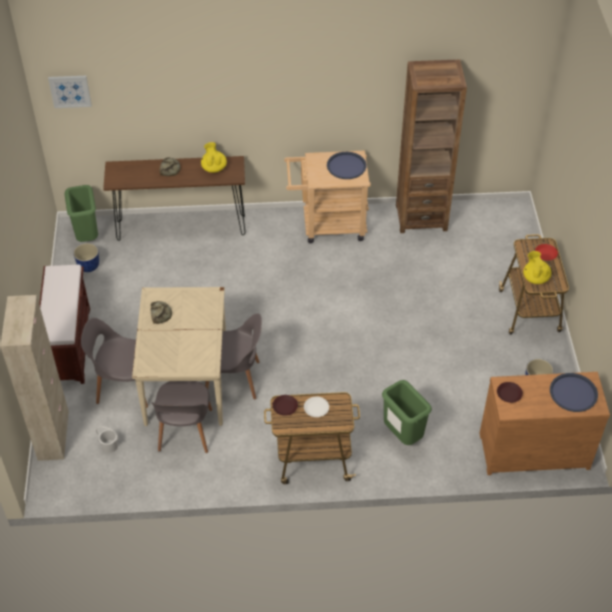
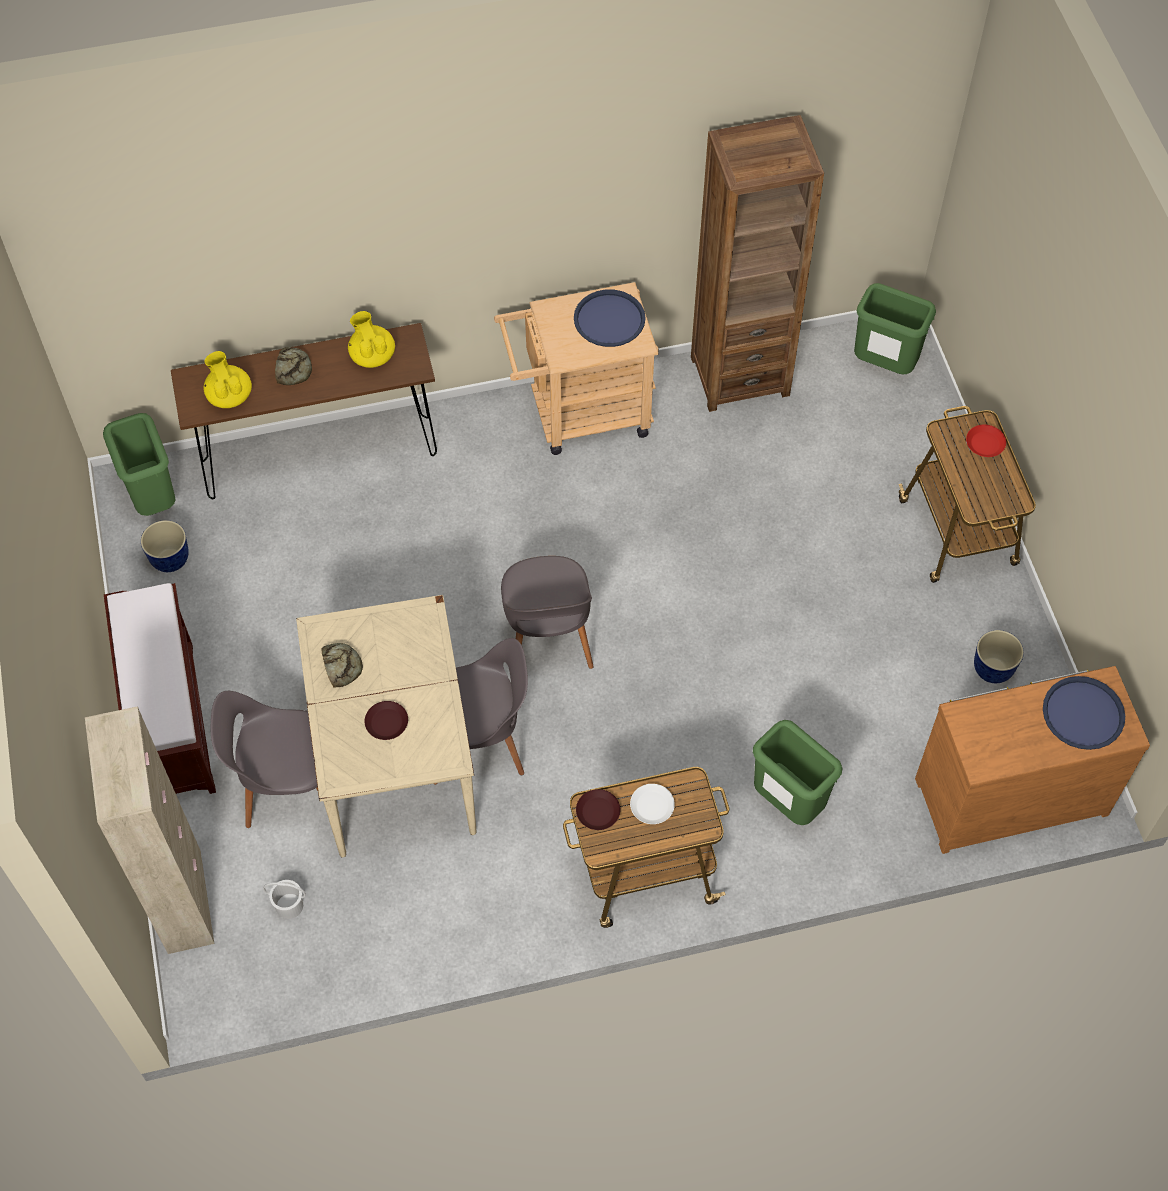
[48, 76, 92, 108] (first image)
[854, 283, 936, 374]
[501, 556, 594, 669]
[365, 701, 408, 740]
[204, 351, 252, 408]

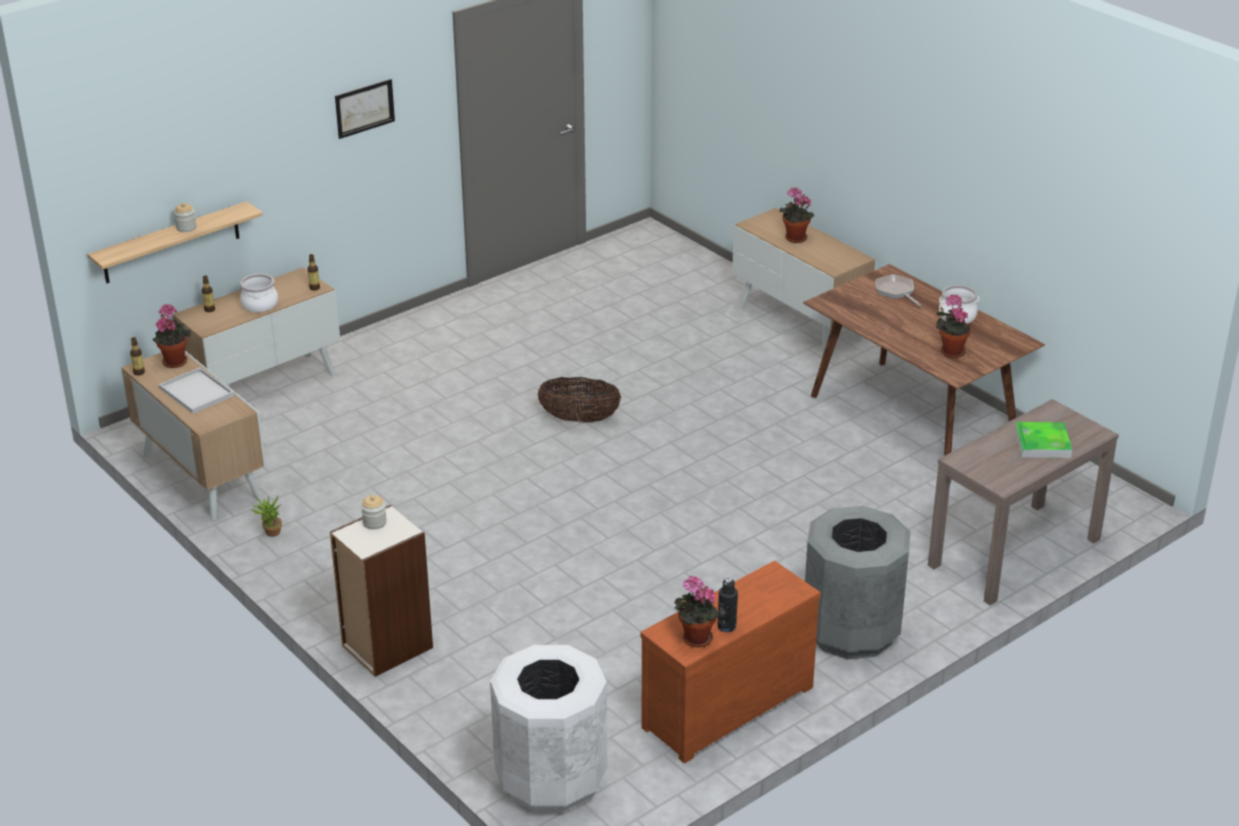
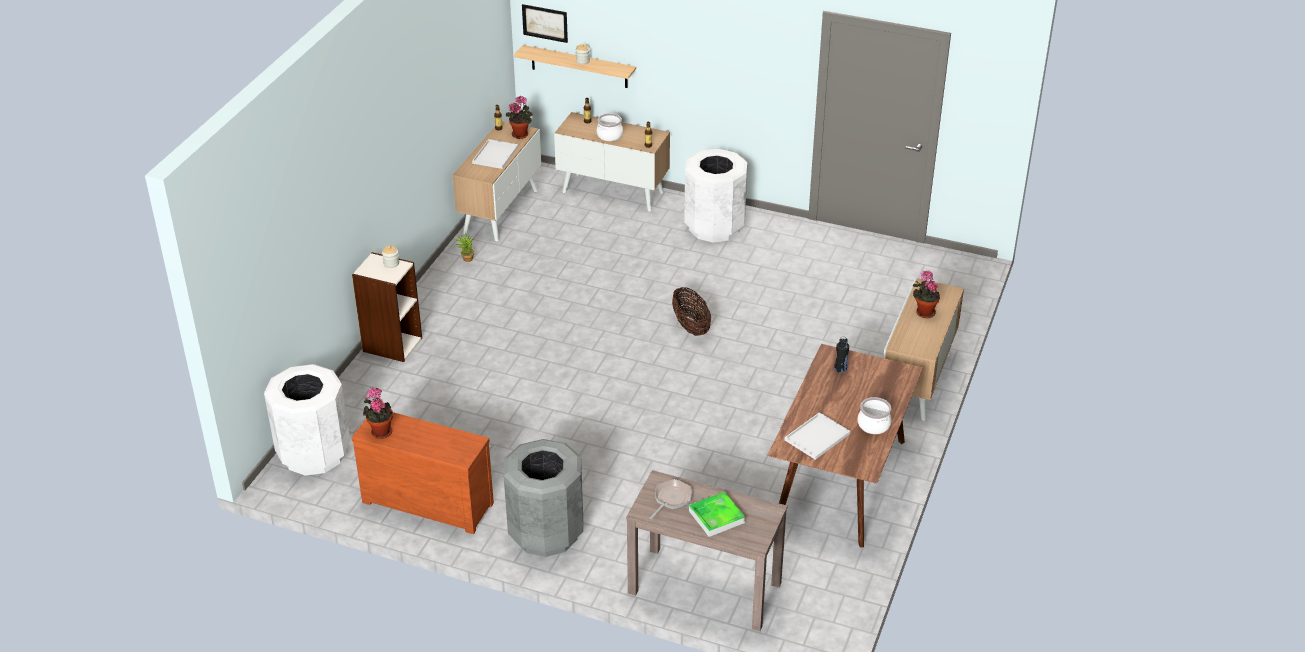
[684, 149, 747, 243]
[522, 4, 568, 43]
[834, 337, 849, 373]
[650, 479, 692, 519]
[785, 412, 850, 460]

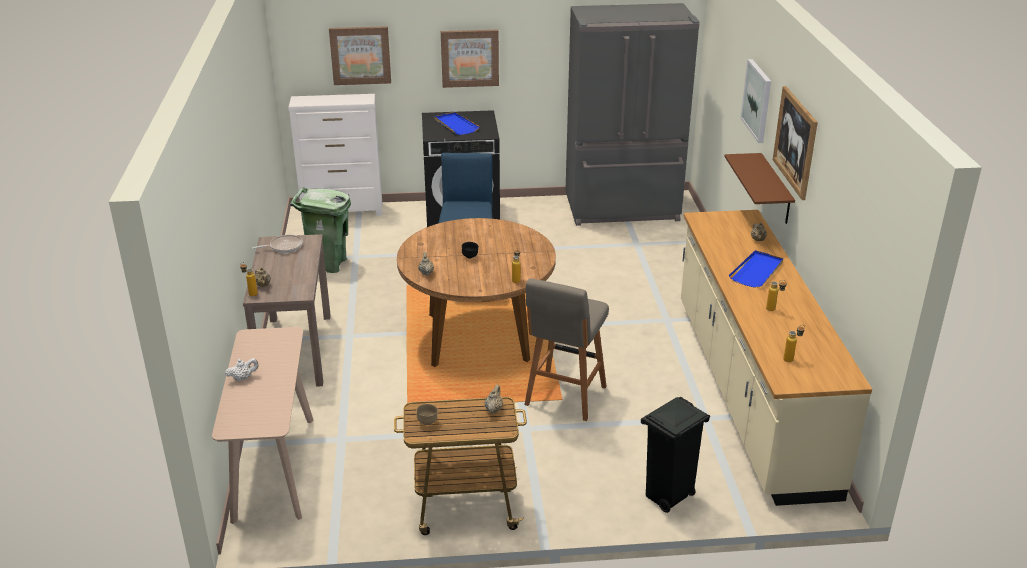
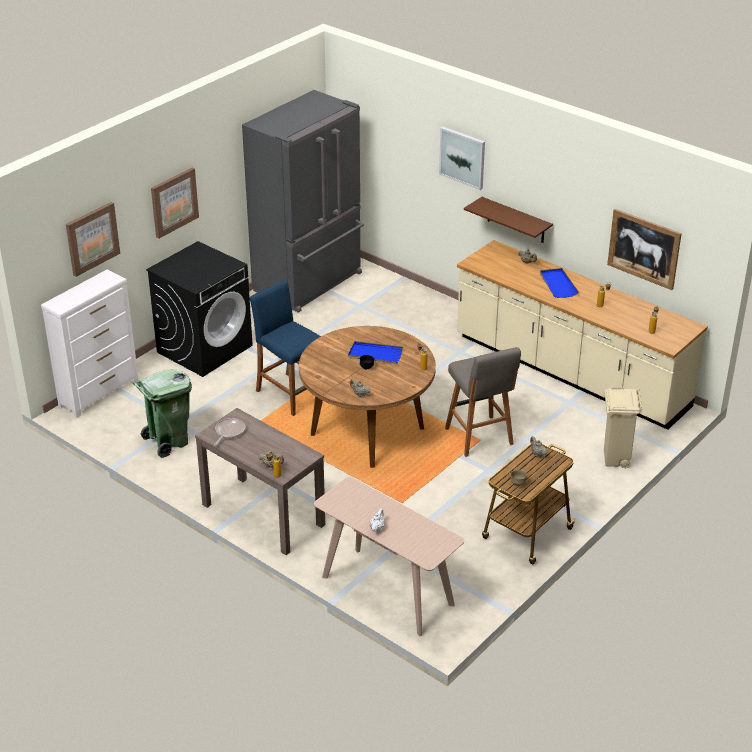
[348, 341, 403, 364]
[607, 209, 682, 290]
[604, 387, 642, 468]

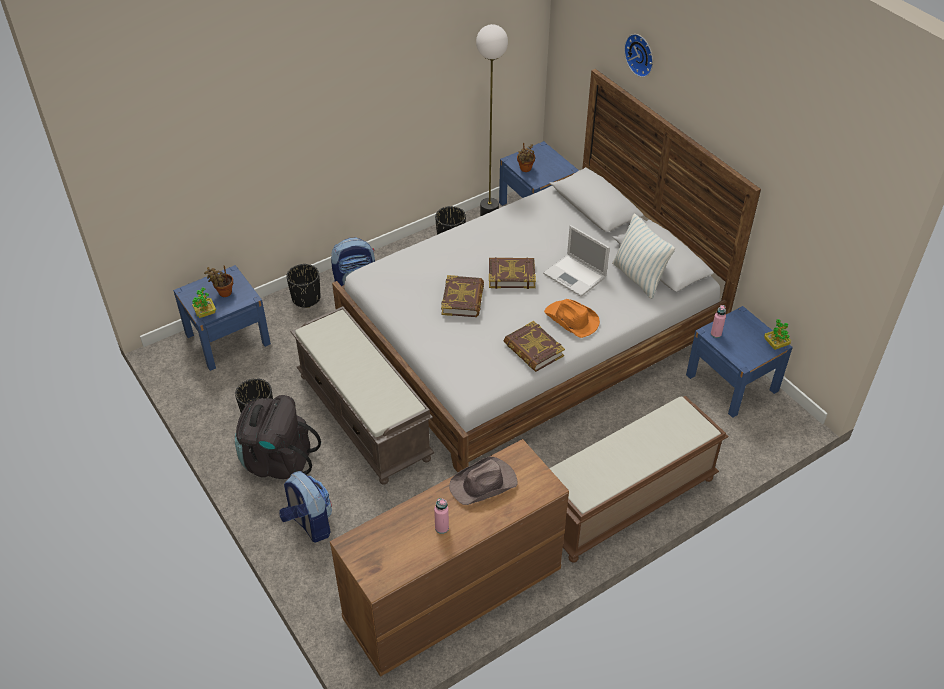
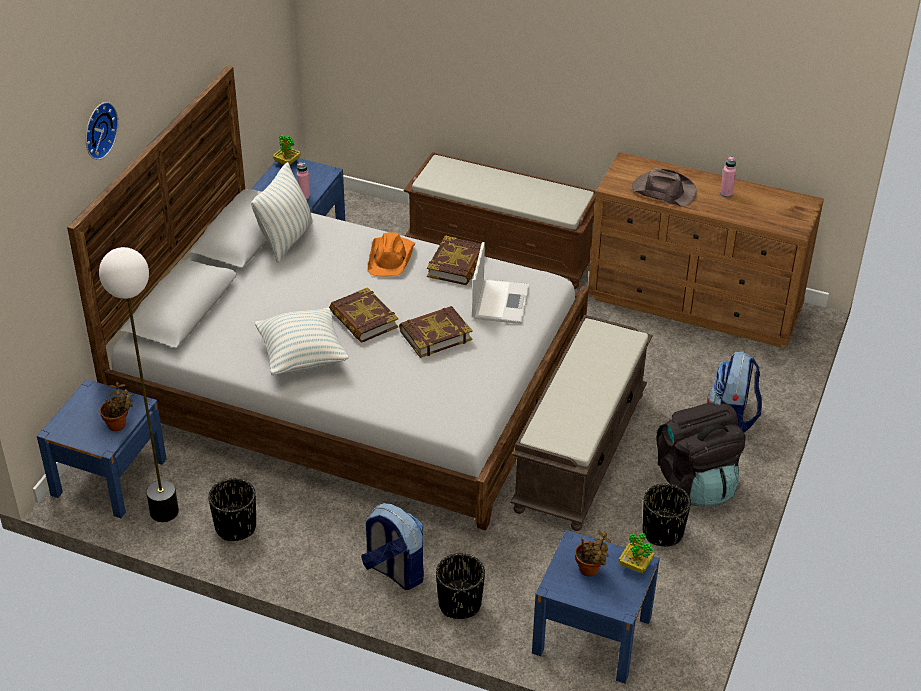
[255, 308, 349, 375]
[472, 242, 530, 324]

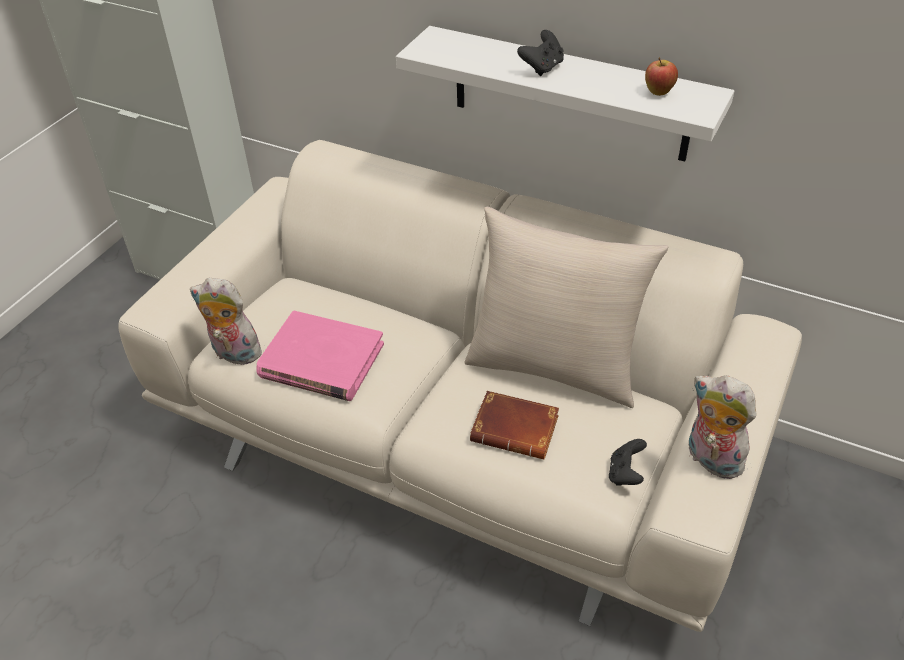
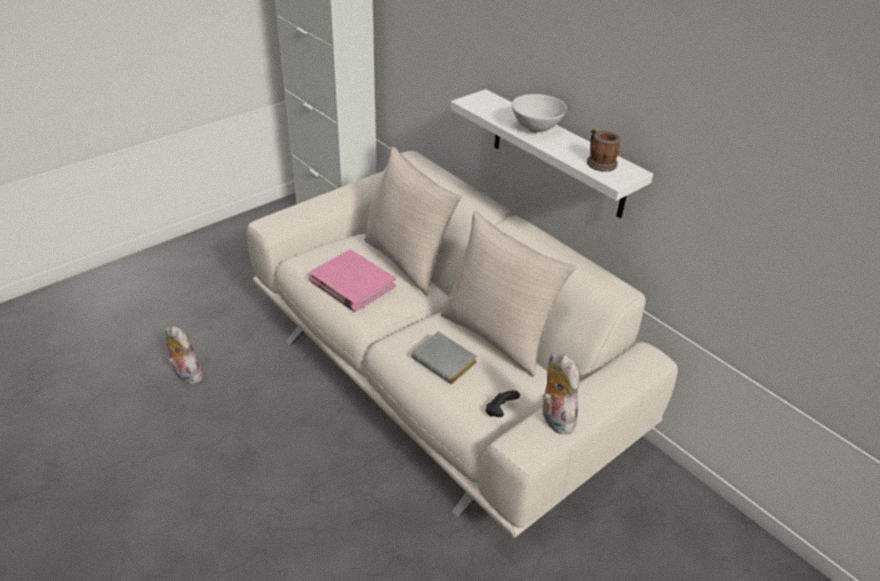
[364, 147, 462, 296]
[166, 326, 203, 384]
[512, 94, 567, 133]
[587, 129, 620, 171]
[412, 332, 478, 384]

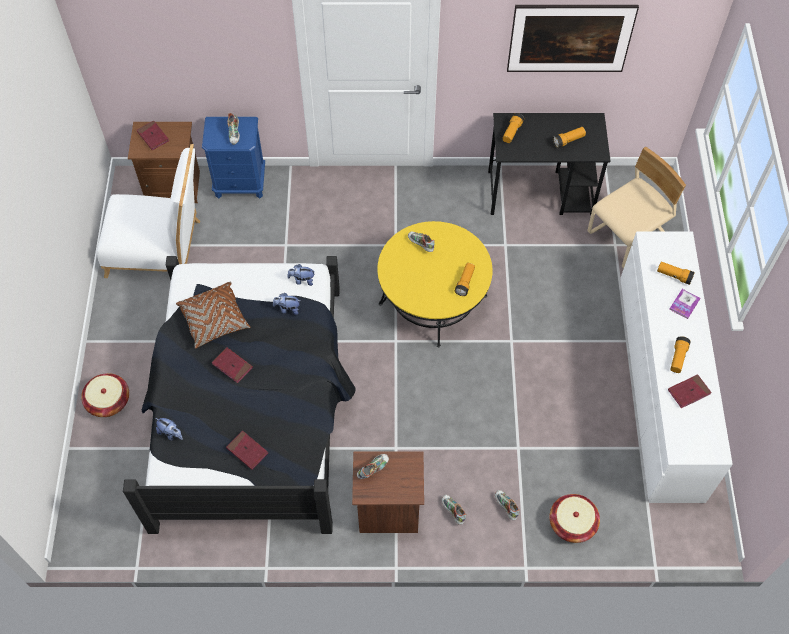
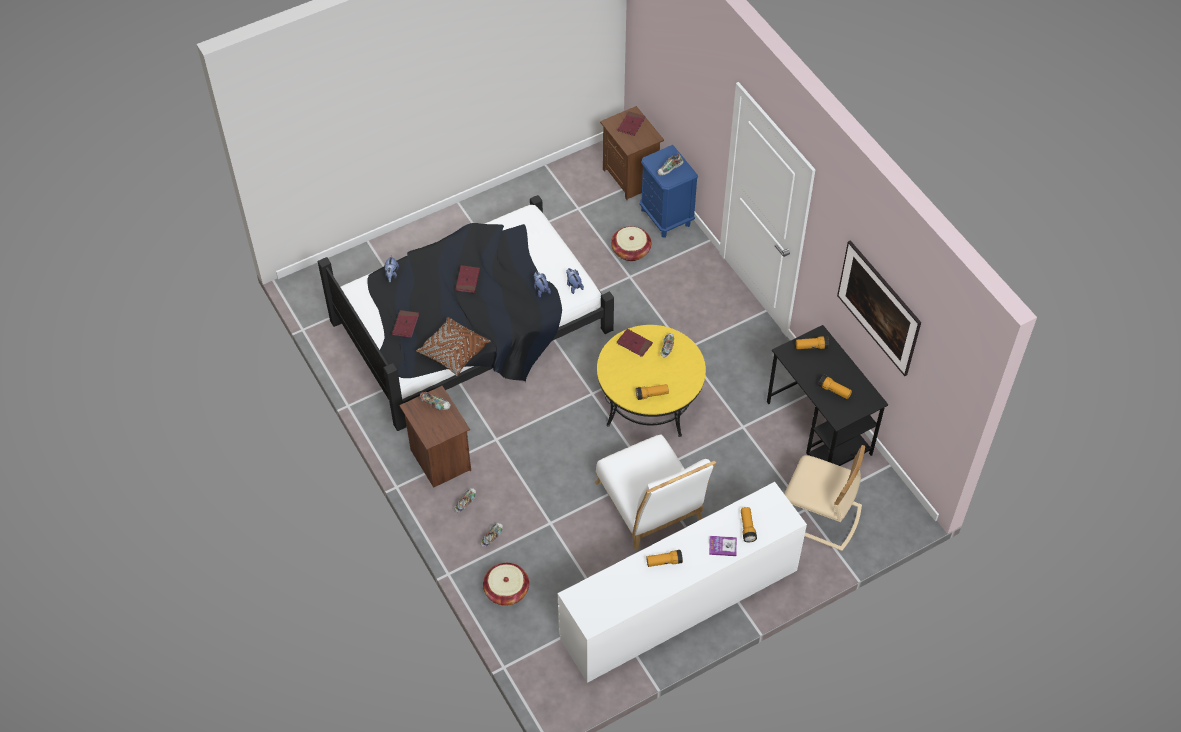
[611, 226, 651, 261]
[595, 434, 716, 550]
[416, 317, 491, 376]
[617, 329, 653, 357]

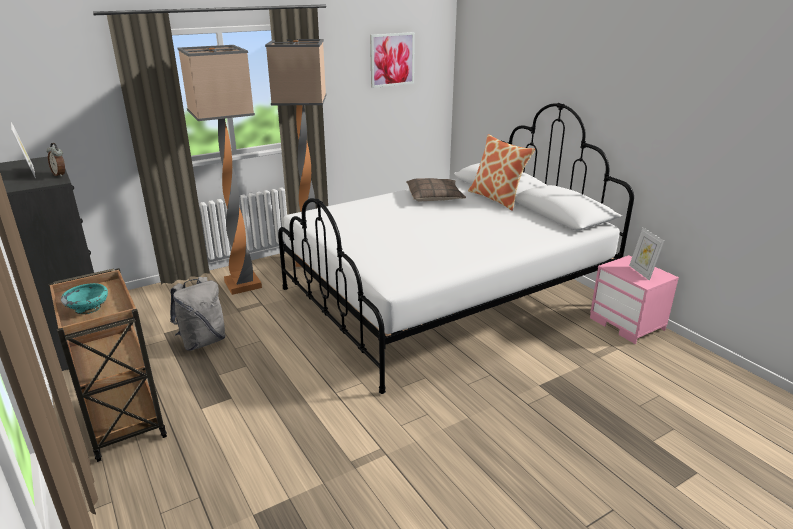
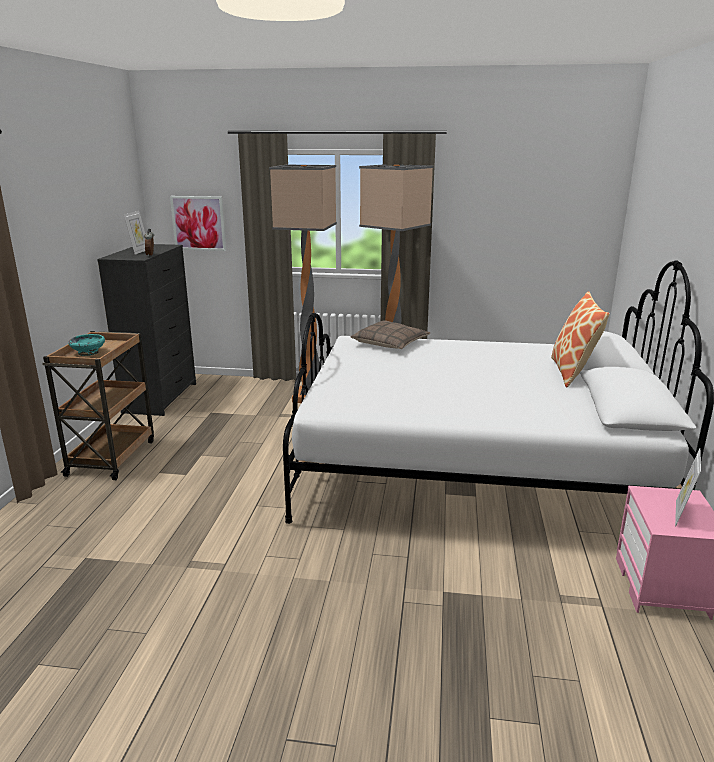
[170, 277, 226, 351] (first image)
[170, 196, 226, 251]
[350, 321, 430, 349]

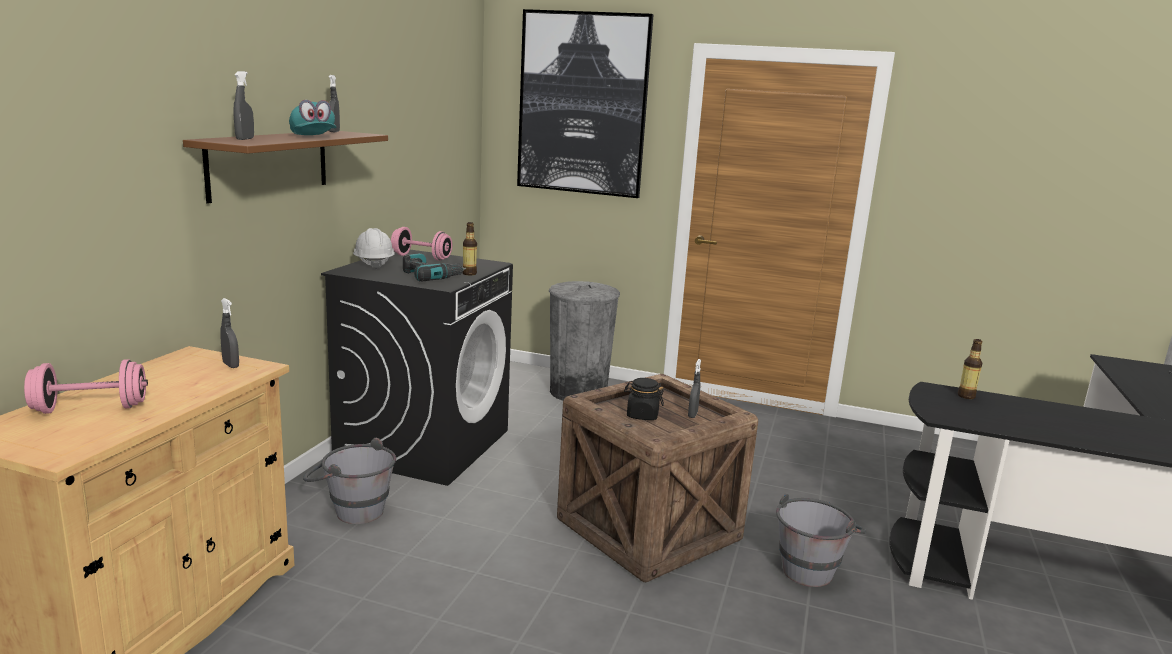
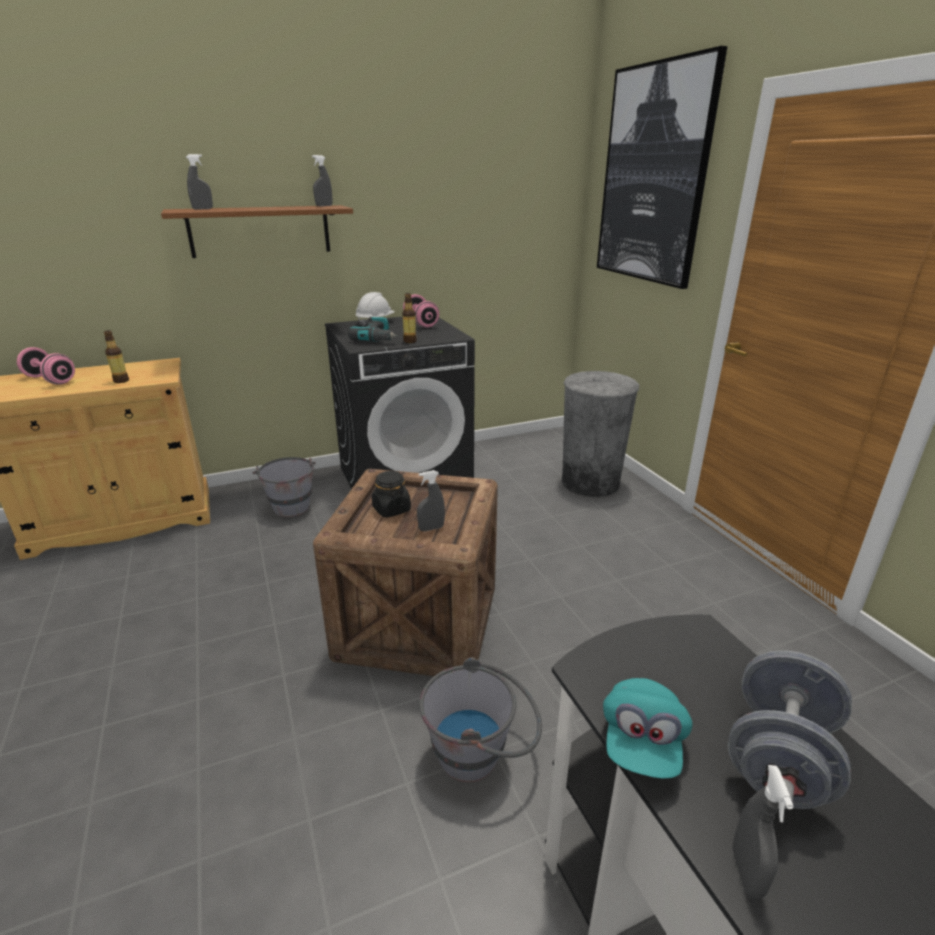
[728, 651, 852, 809]
[732, 765, 794, 900]
[603, 678, 692, 778]
[104, 330, 129, 383]

